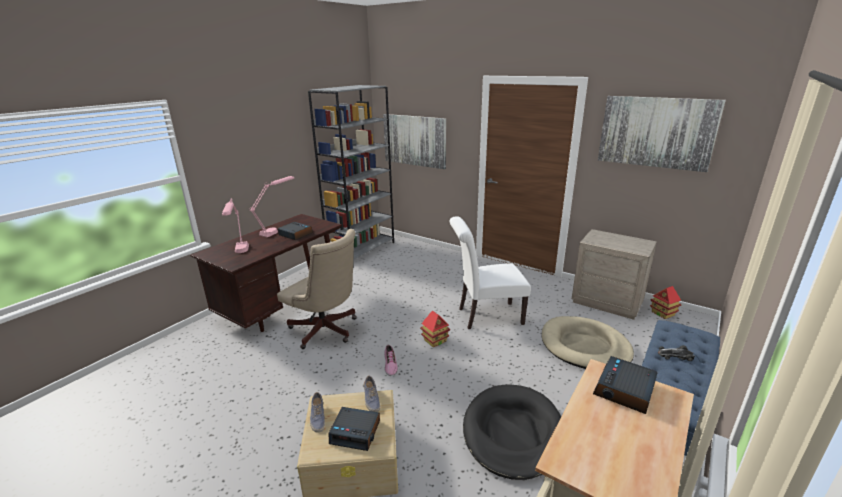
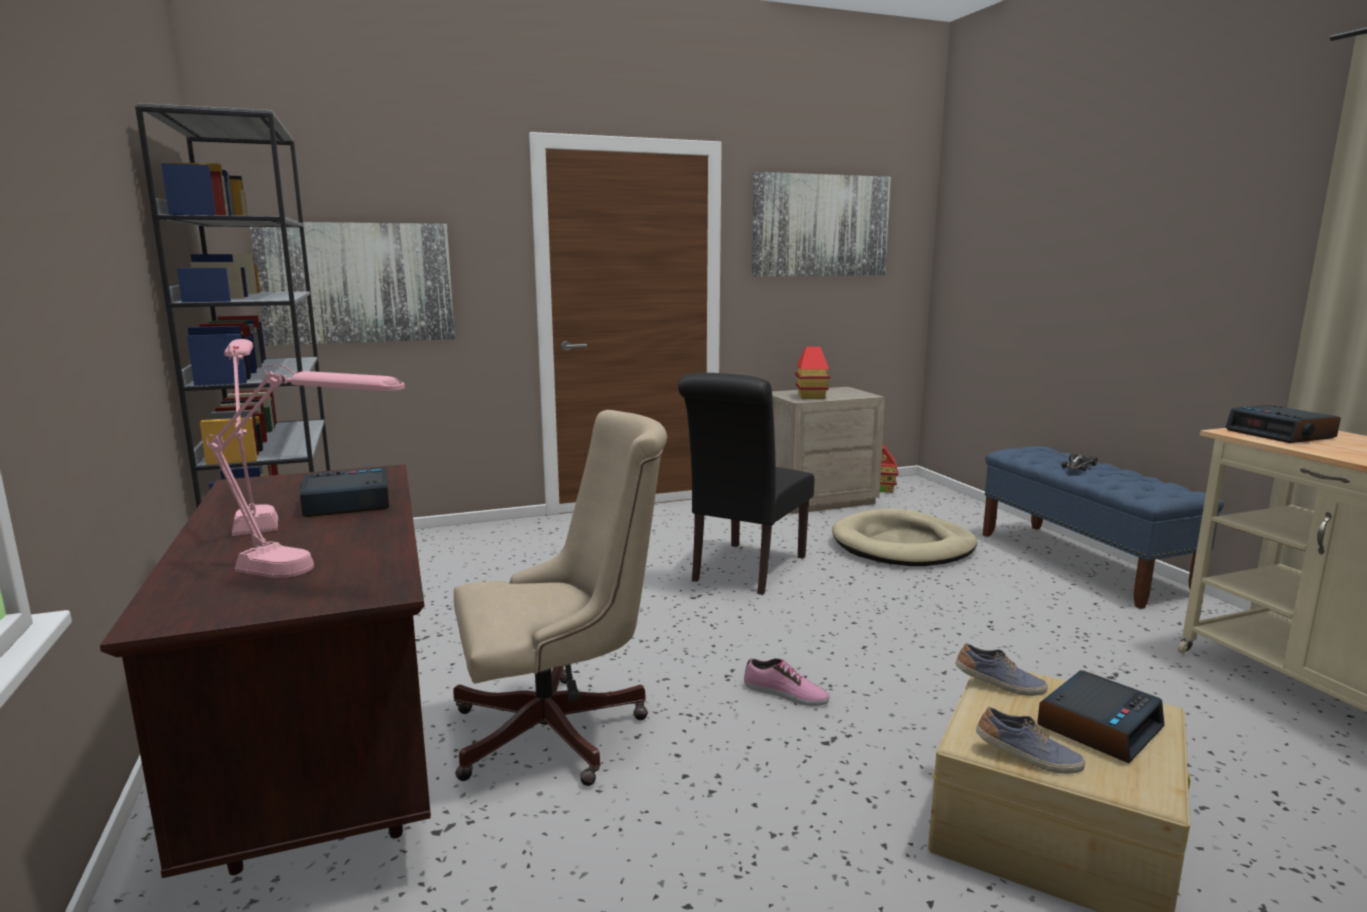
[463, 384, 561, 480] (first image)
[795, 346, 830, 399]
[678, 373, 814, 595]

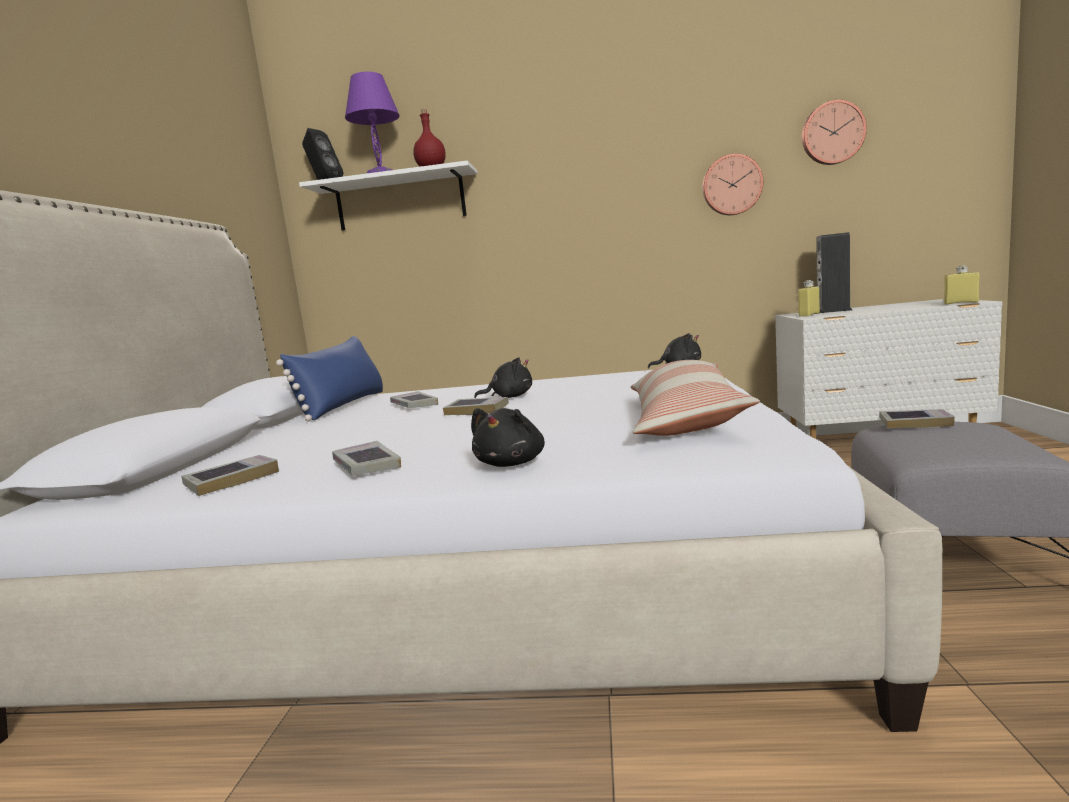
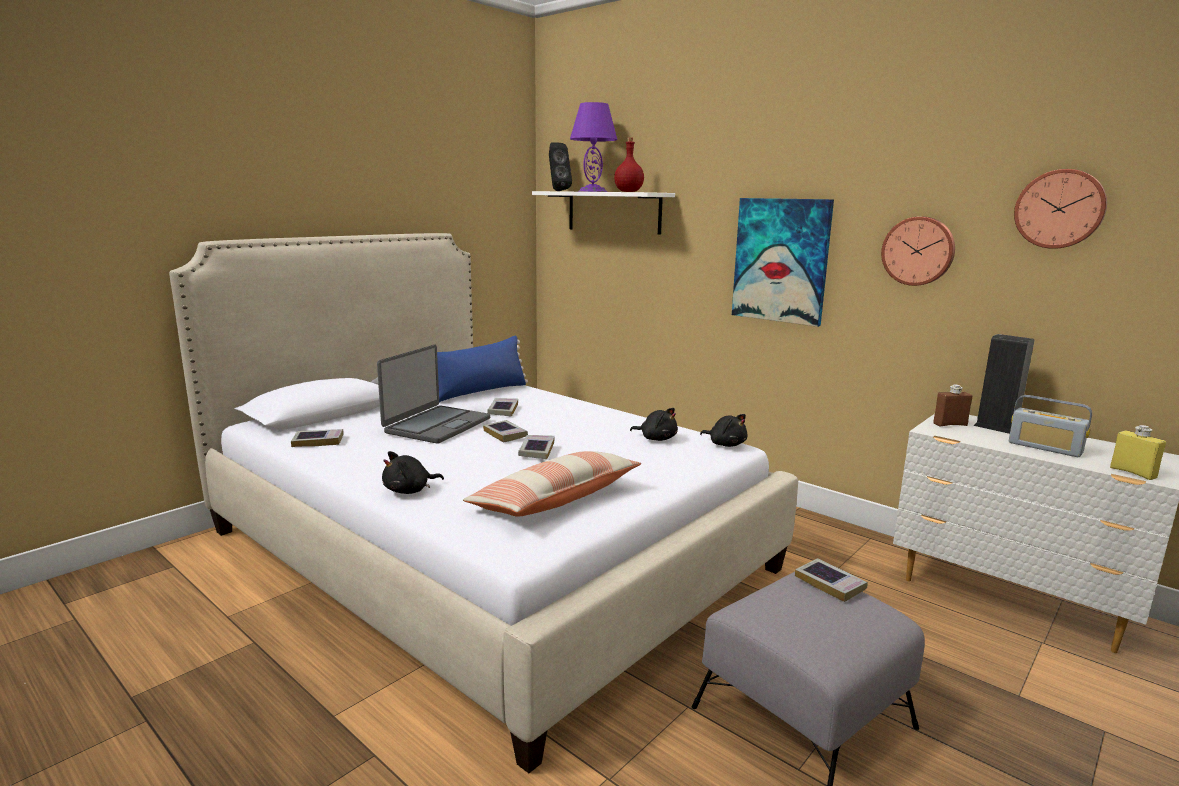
[377, 344, 490, 444]
[732, 198, 834, 327]
[1009, 395, 1092, 457]
[518, 435, 555, 459]
[630, 408, 678, 441]
[933, 384, 972, 427]

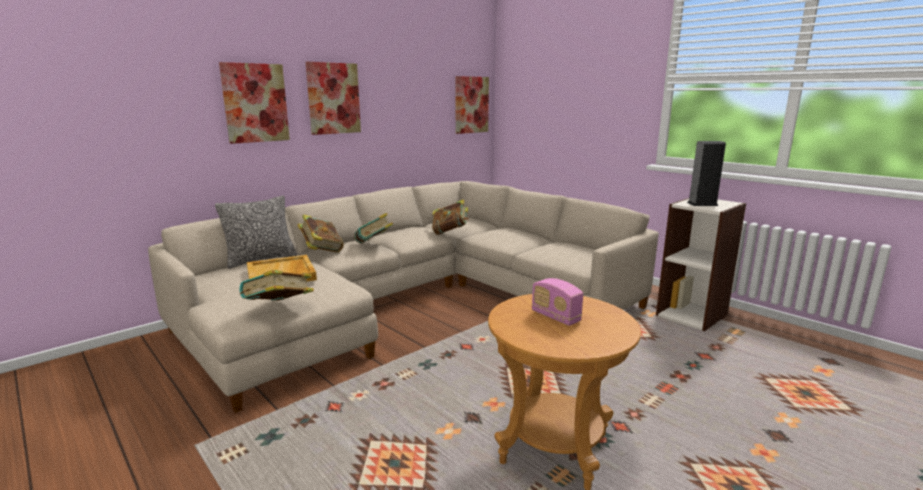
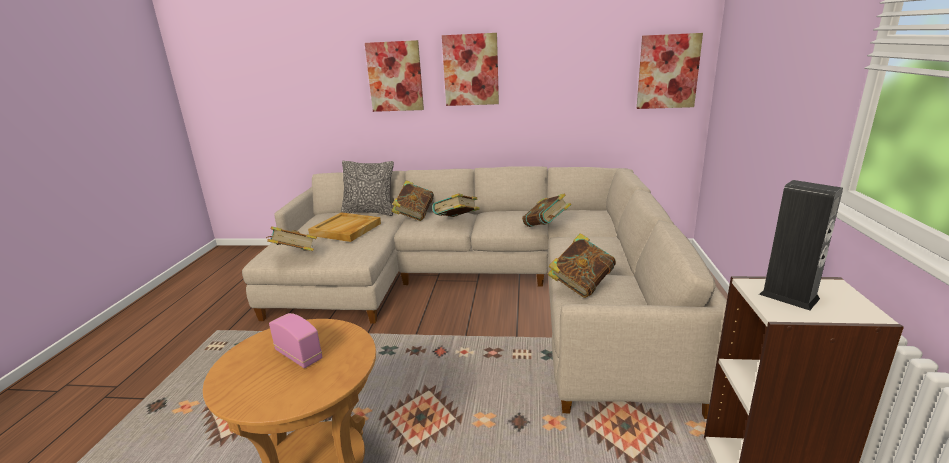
[548, 233, 616, 298]
[269, 313, 322, 368]

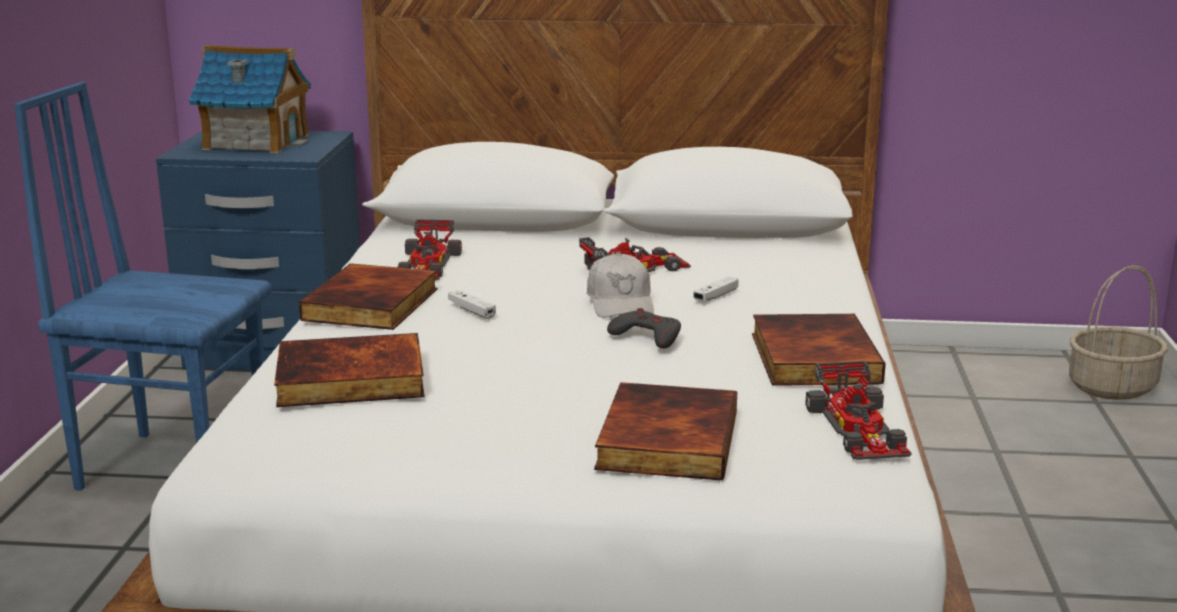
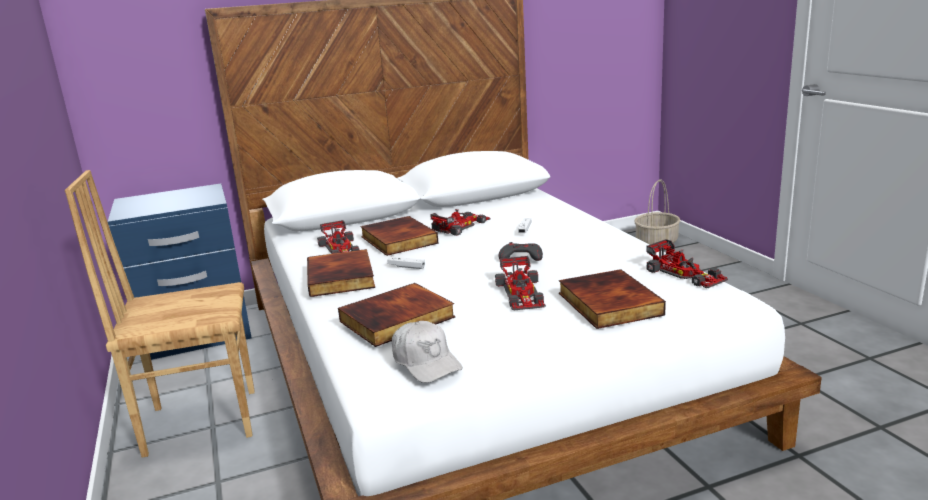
[189, 45, 311, 153] (first image)
[495, 256, 546, 311]
[392, 321, 463, 383]
[360, 216, 438, 256]
[65, 170, 255, 458]

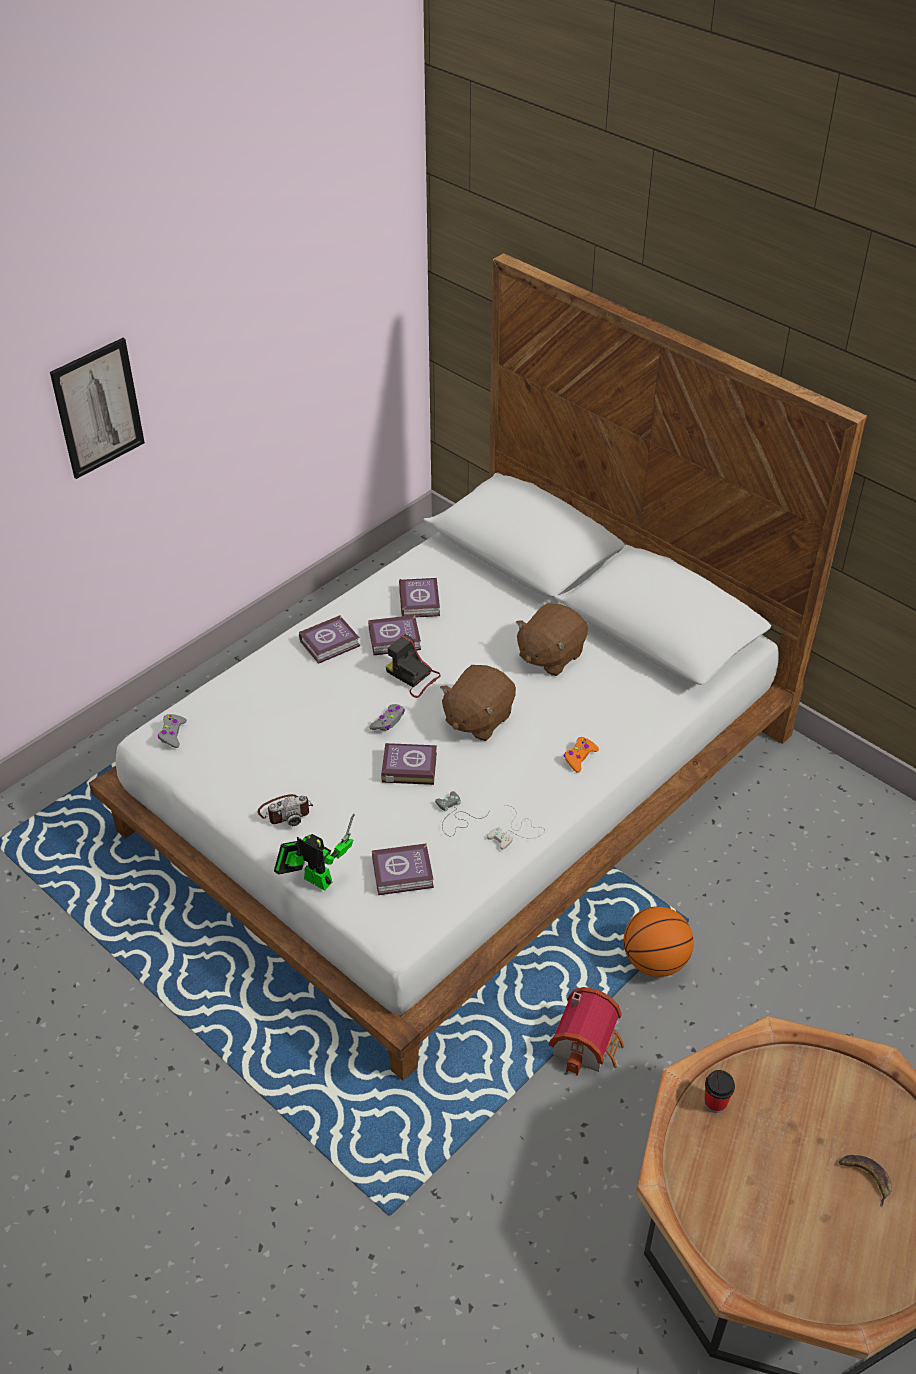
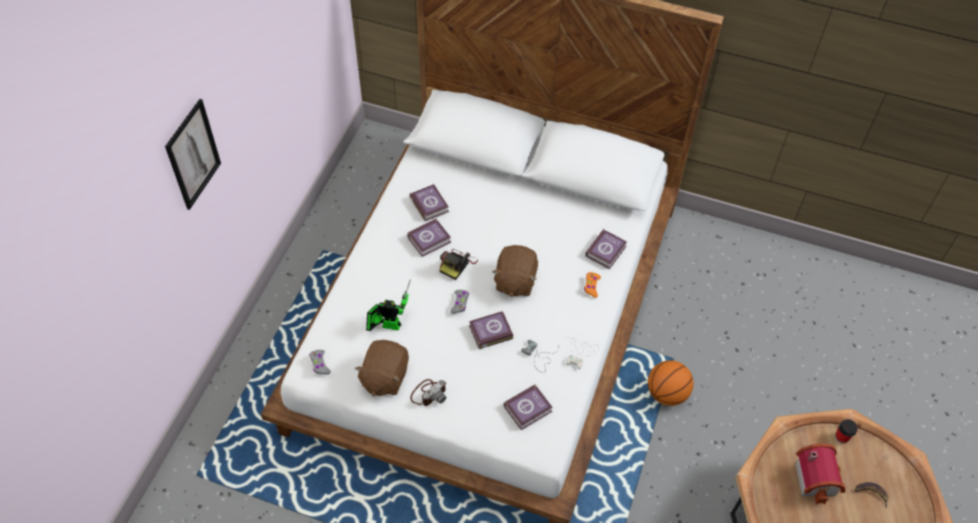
[366, 279, 411, 331]
[585, 229, 627, 269]
[355, 340, 409, 397]
[795, 443, 845, 504]
[835, 419, 857, 444]
[439, 249, 478, 280]

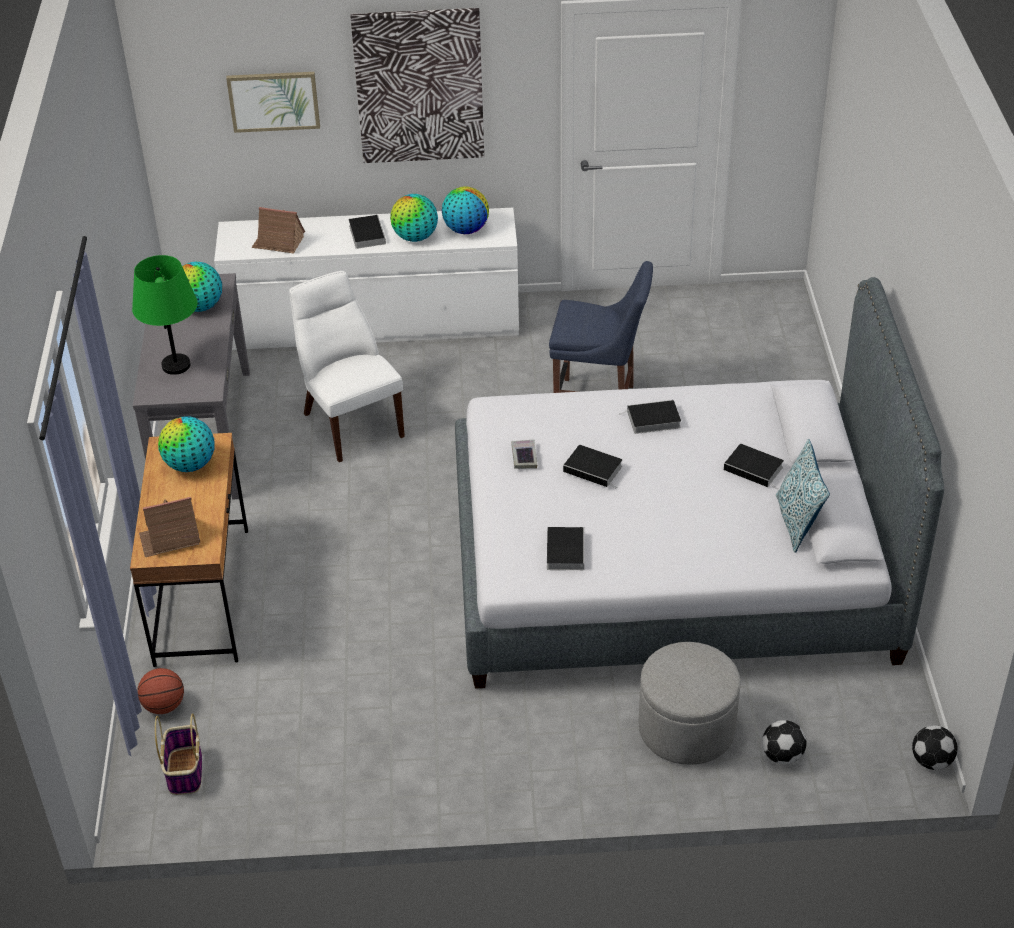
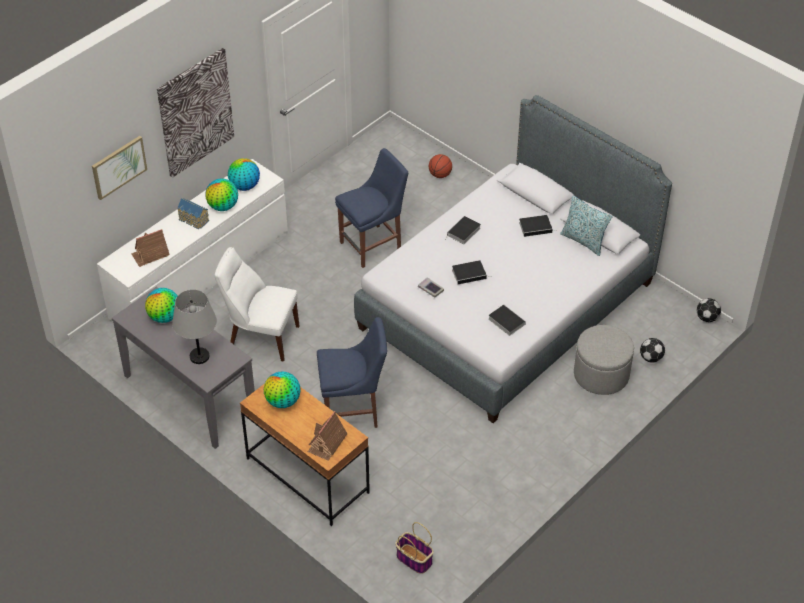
[317, 317, 387, 428]
[429, 154, 452, 178]
[178, 198, 209, 229]
[172, 290, 217, 364]

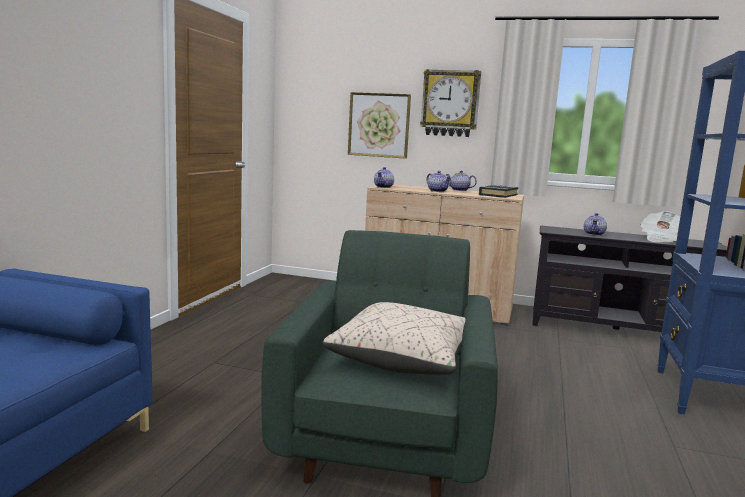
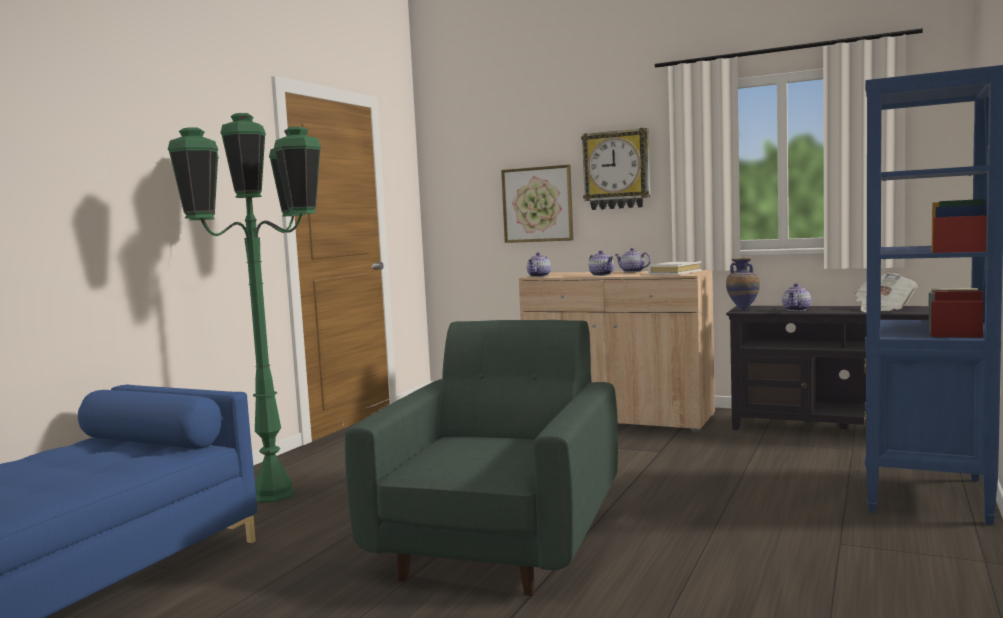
[323, 302, 465, 375] (first image)
[168, 113, 321, 503]
[726, 258, 760, 310]
[648, 261, 701, 275]

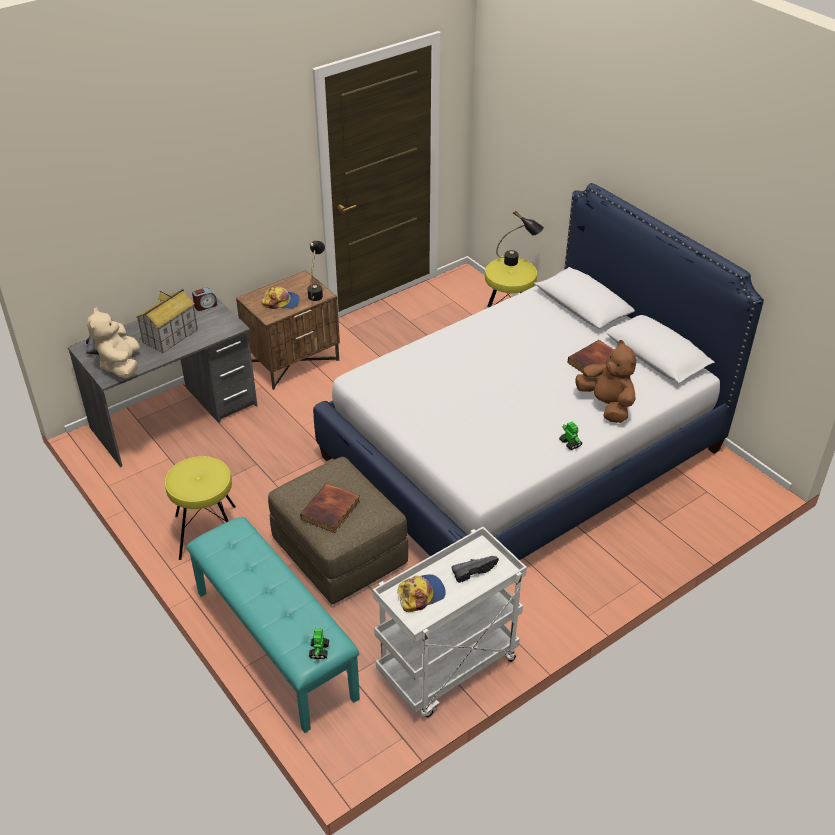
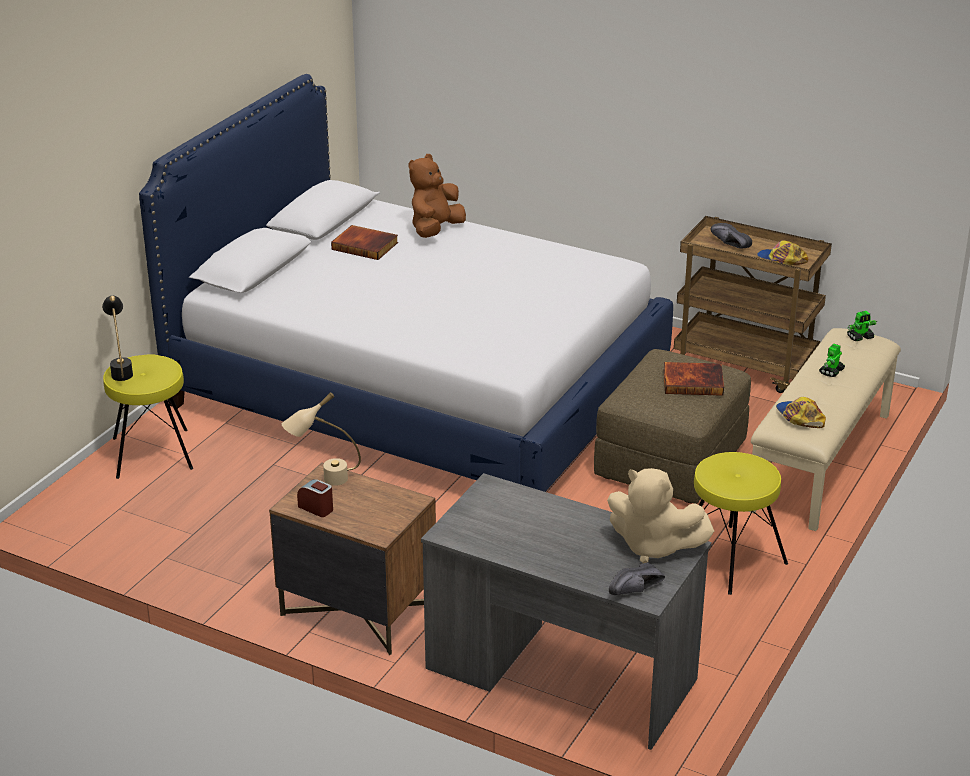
[136, 289, 198, 353] (first image)
[297, 479, 333, 517]
[776, 397, 826, 428]
[819, 344, 845, 377]
[747, 328, 901, 531]
[282, 392, 361, 486]
[674, 216, 832, 393]
[607, 468, 714, 564]

